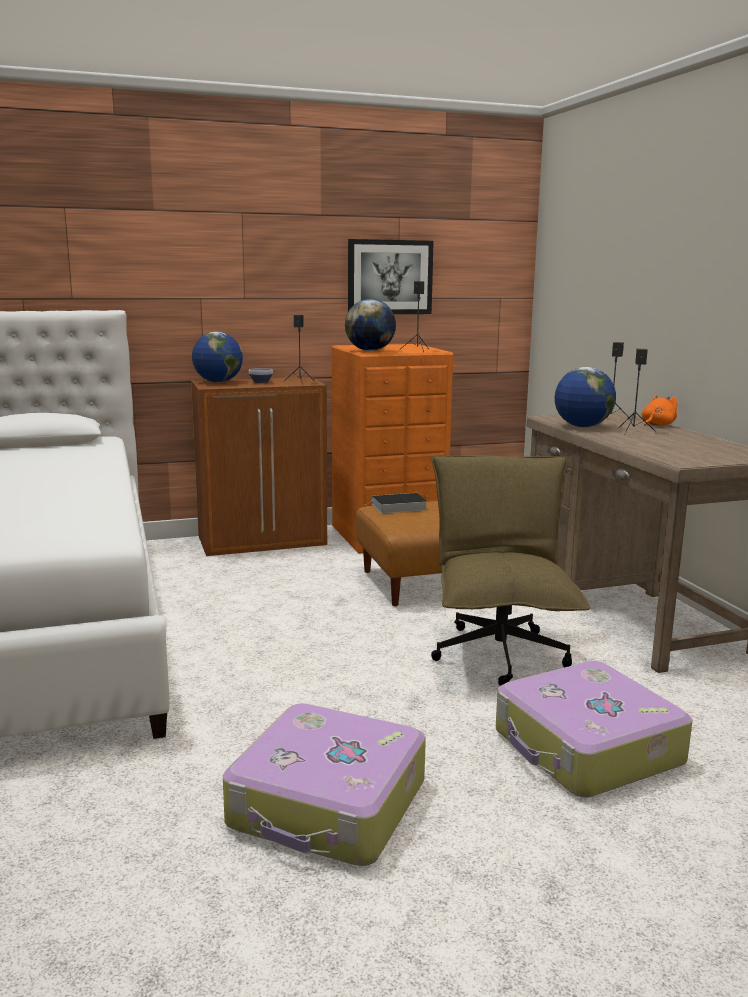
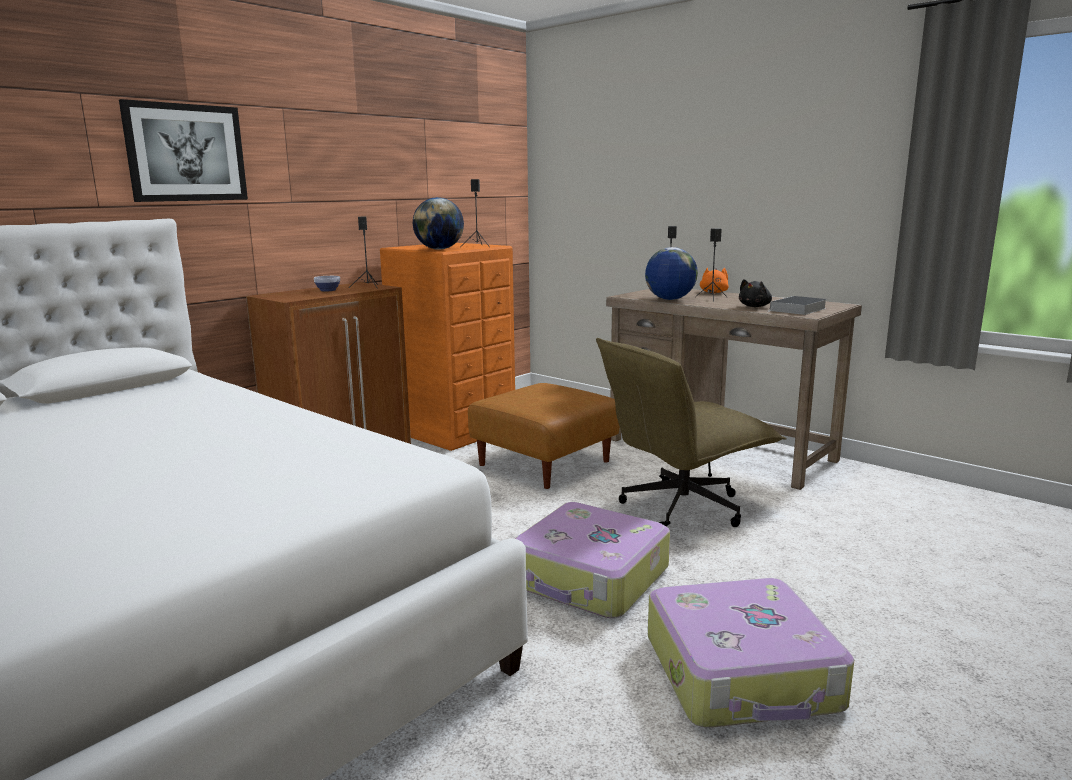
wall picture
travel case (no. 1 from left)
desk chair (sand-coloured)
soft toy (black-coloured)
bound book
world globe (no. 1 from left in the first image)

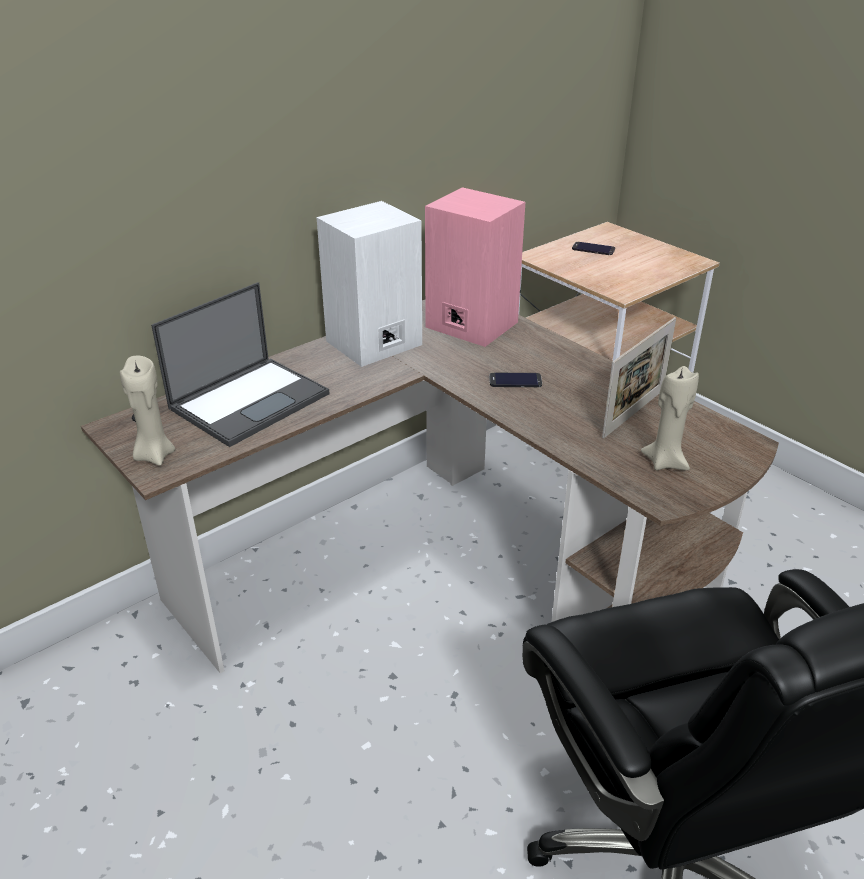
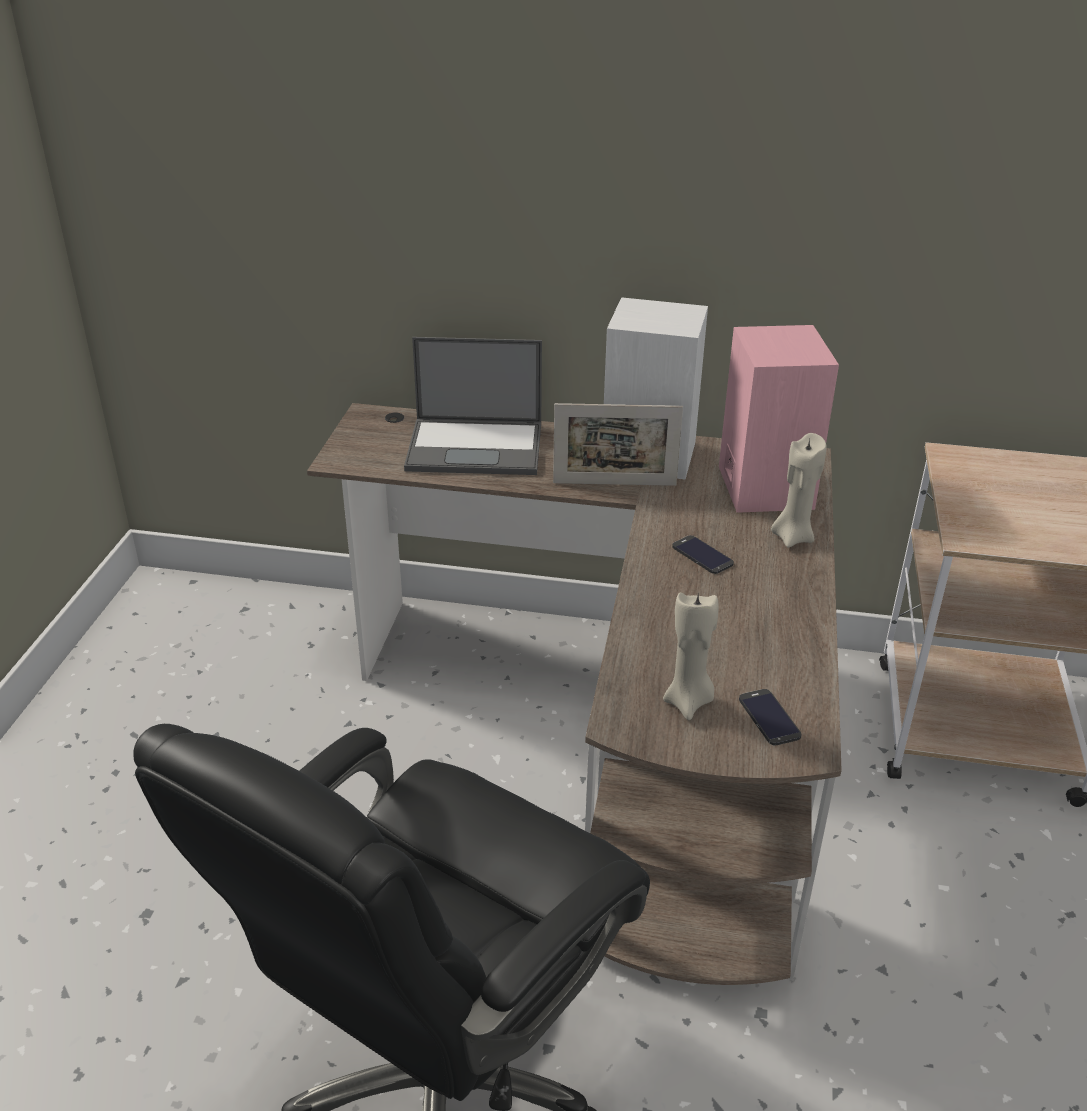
picture frame
handset (no. 2 from left)
wax candle (sand-coloured) (no. 2 from left)

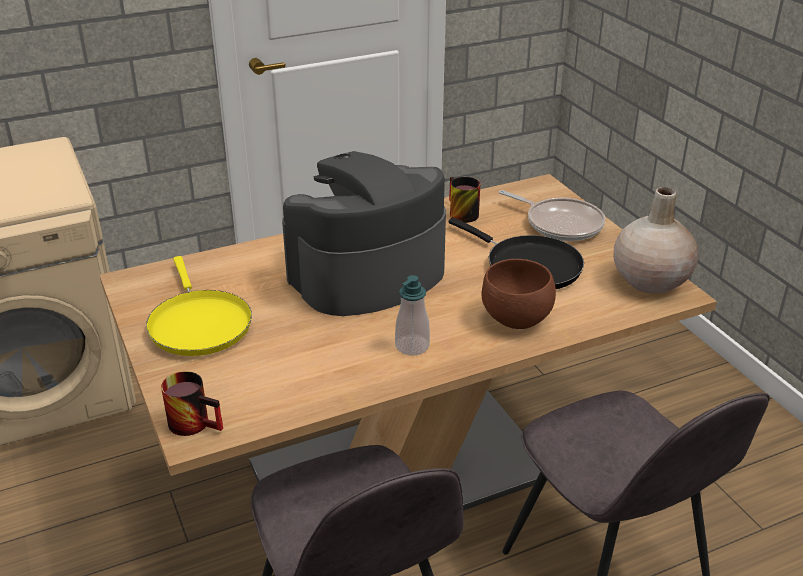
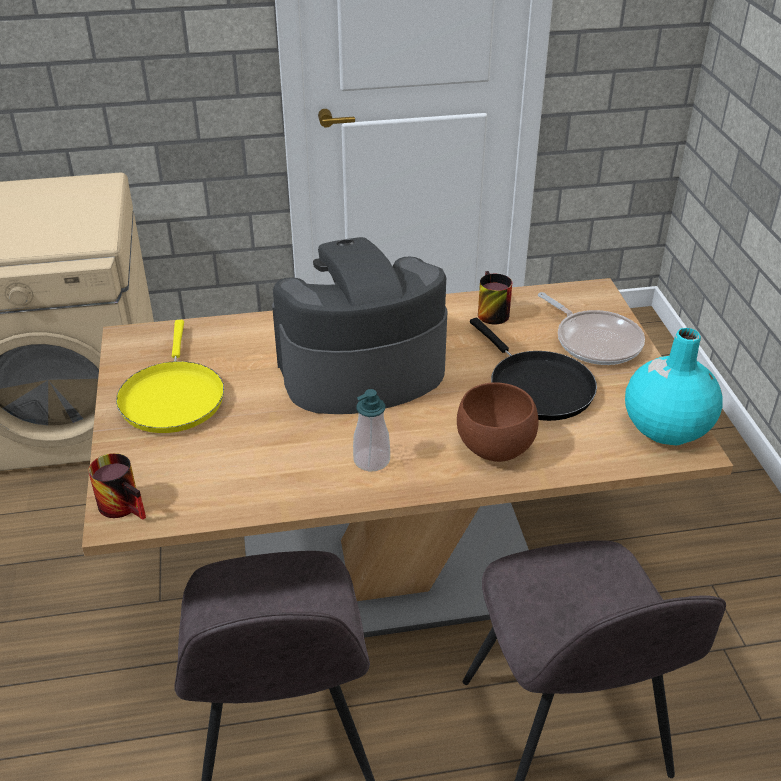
decorative vase (turquoise-coloured)

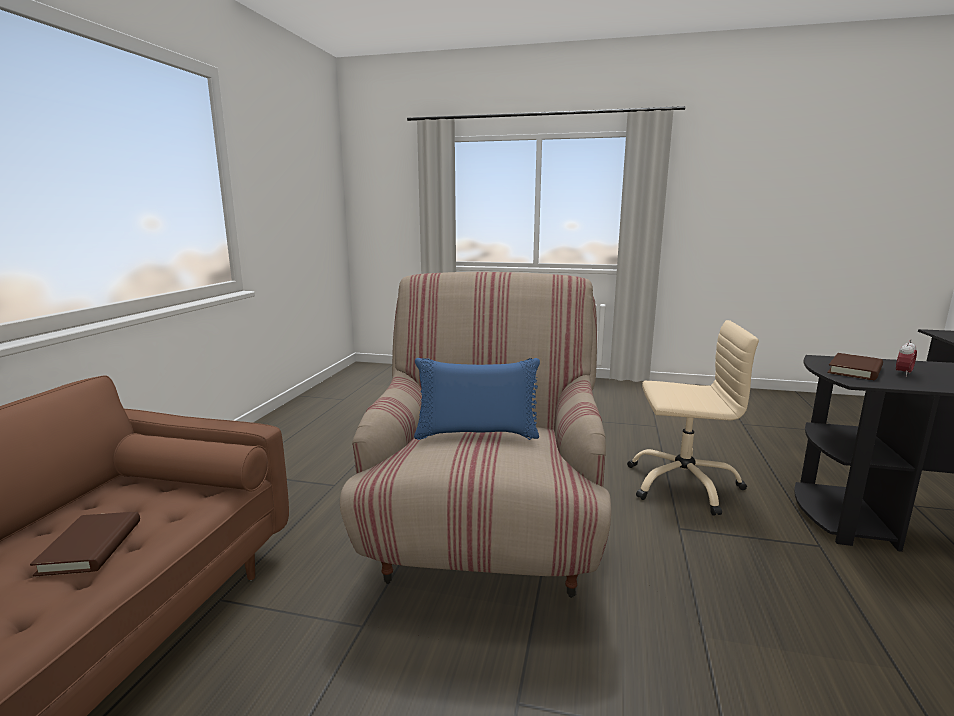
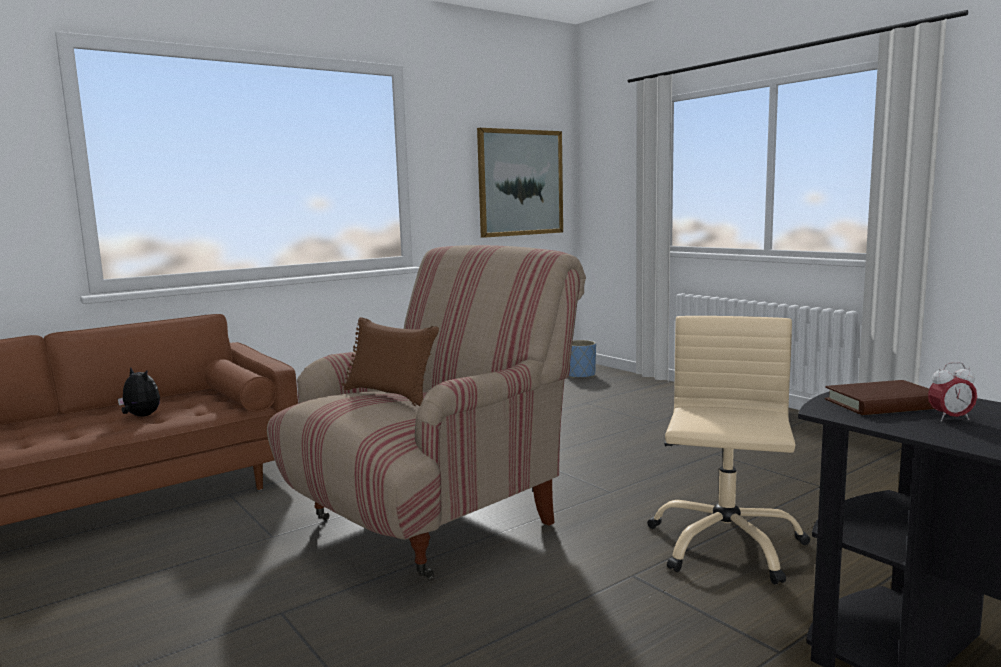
soft toy
pillow (brown-coloured)
wall picture
planter (blue)
desk chair (sand-coloured)

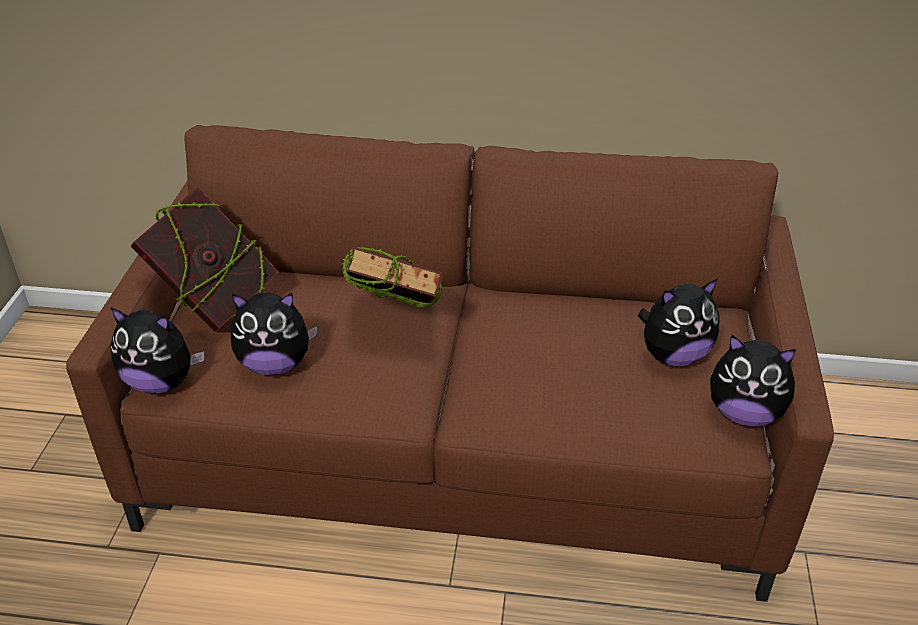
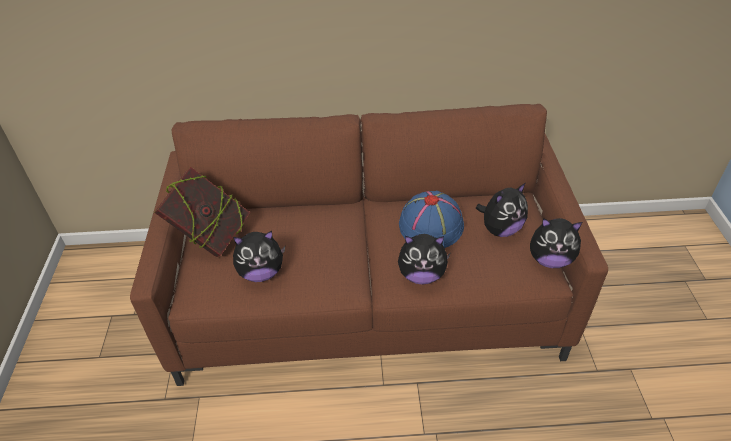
soft toy (no. 2 from left)
hat (blue)
bound book (no. 2 from left in the first image)

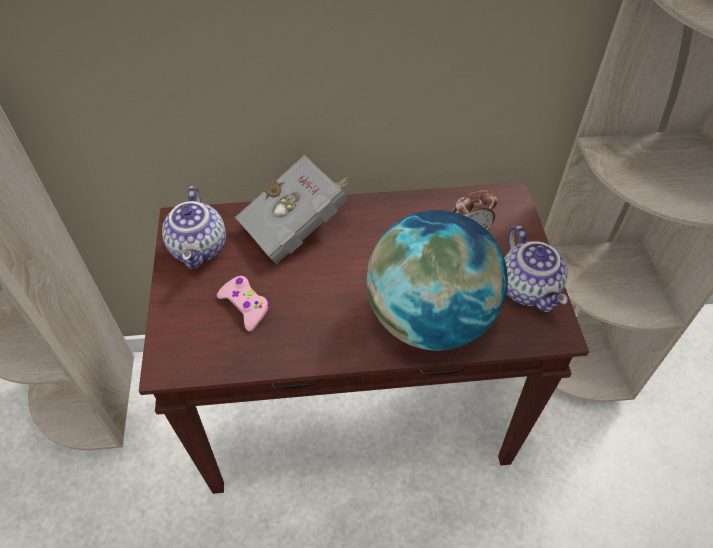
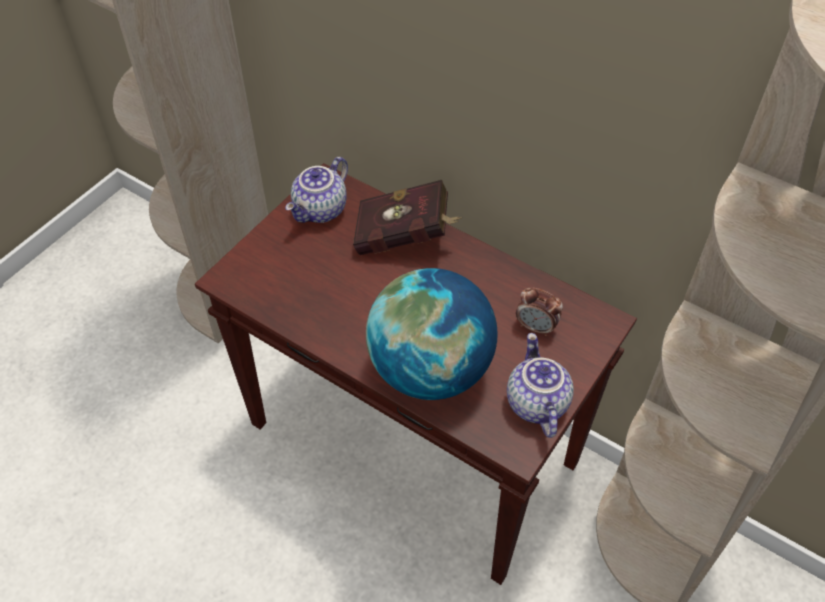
bound book (reddish)
tea pot (no. 2 from left)
joypad (pink-coloured)

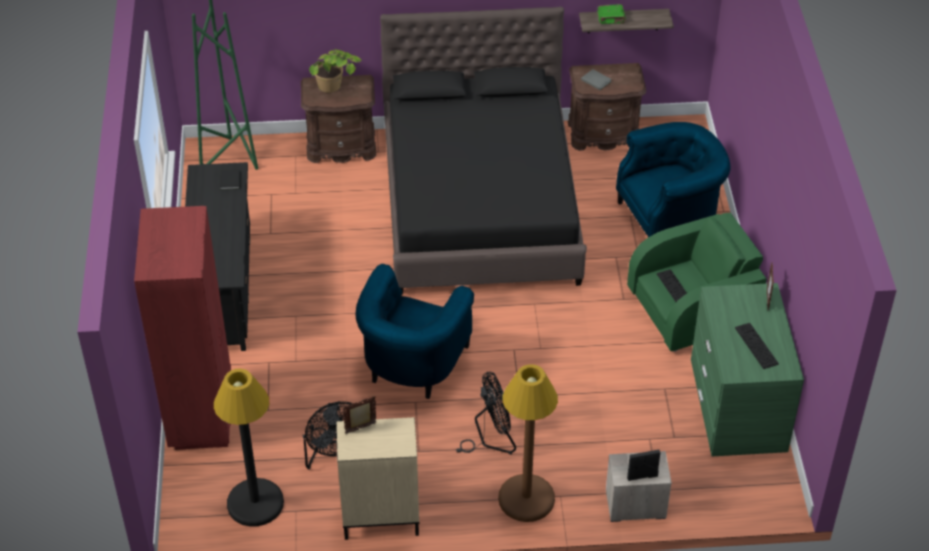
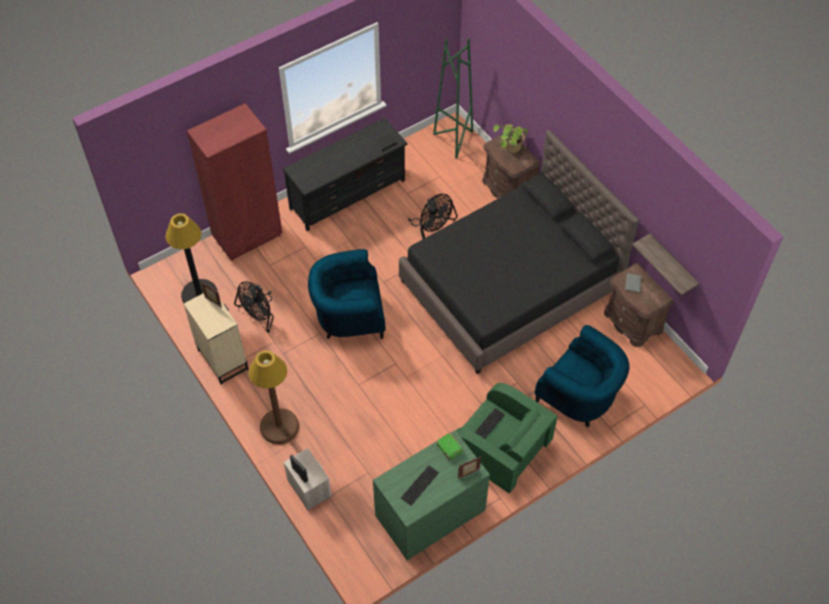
electric fan (black-coloured) (no. 2 from left)
bound book (green)

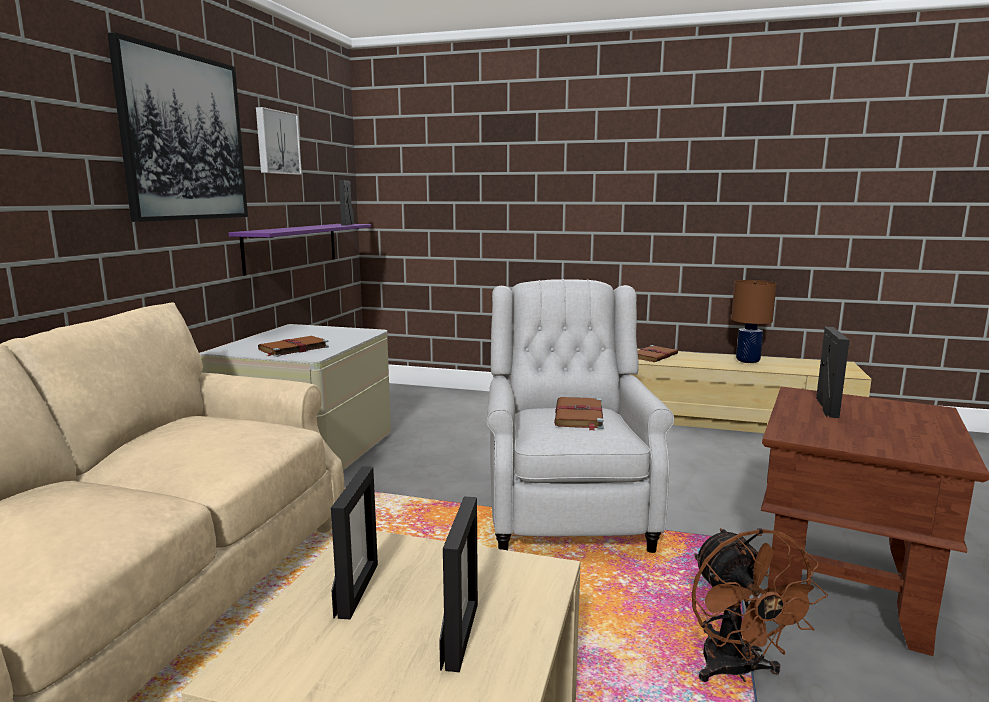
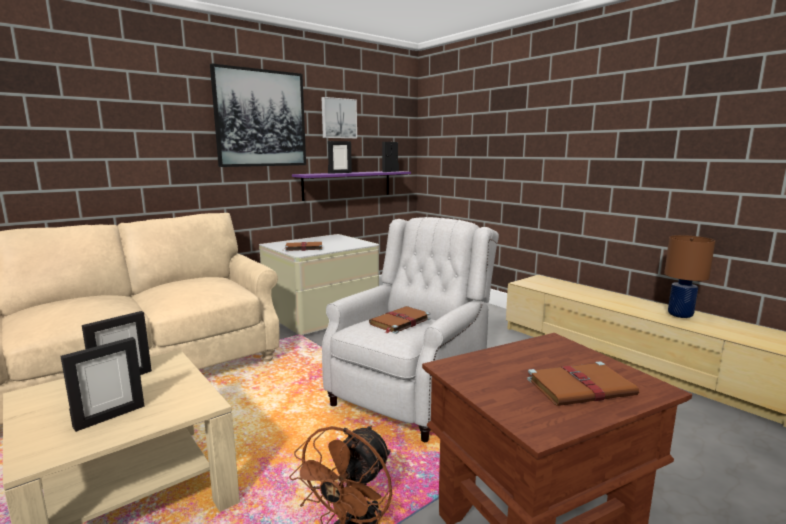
picture frame (no. 3 from left)
bound book (brown-coloured) (no. 3 from left)

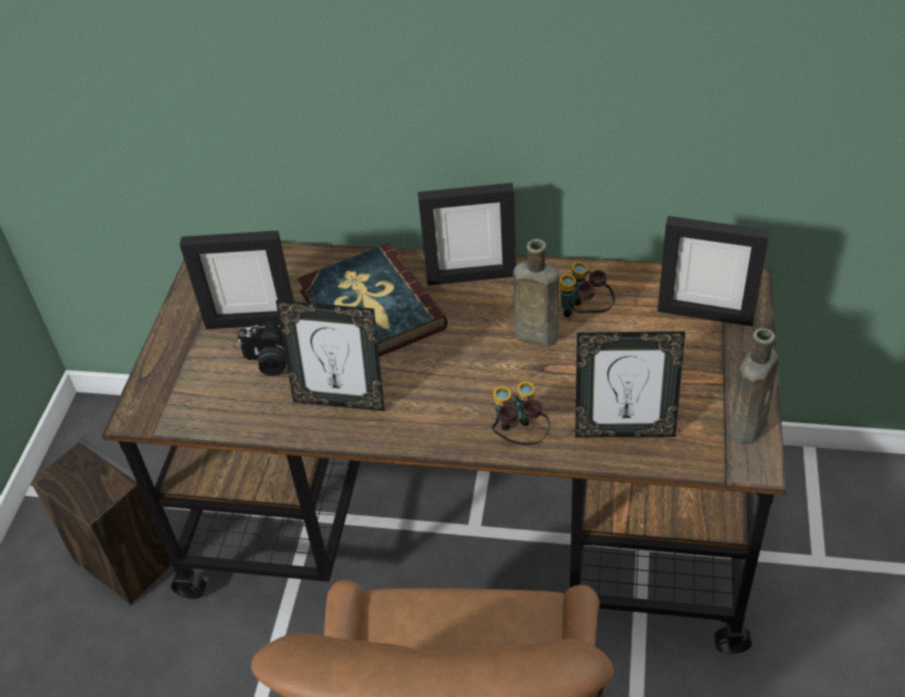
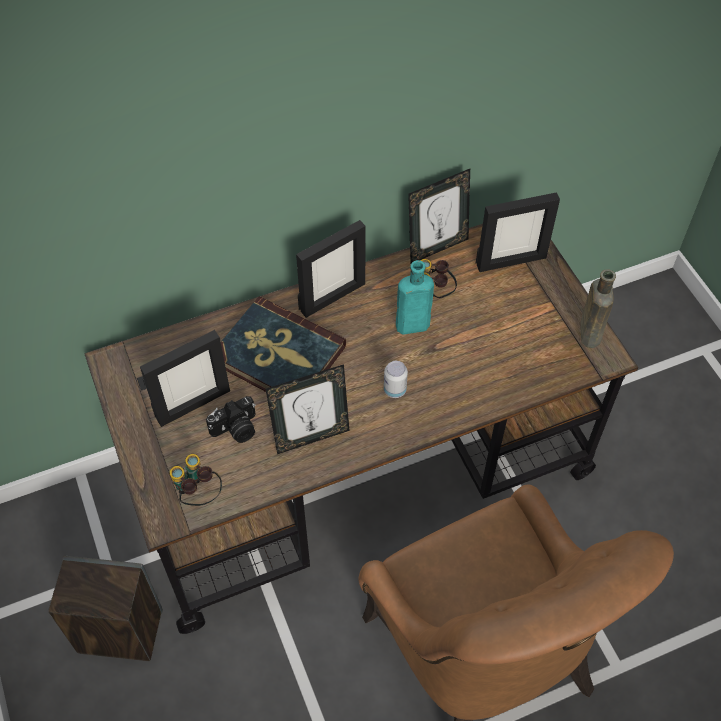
binoculars (no. 1 from left)
sealed can
beverage bottle (turquoise-coloured)
picture frame (no. 4 from left)

